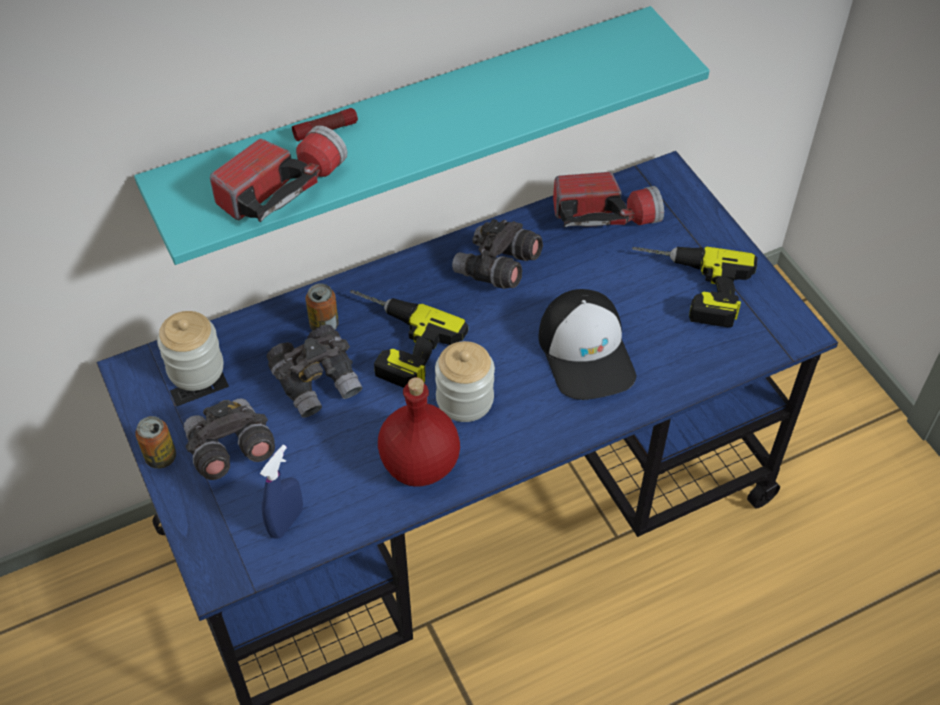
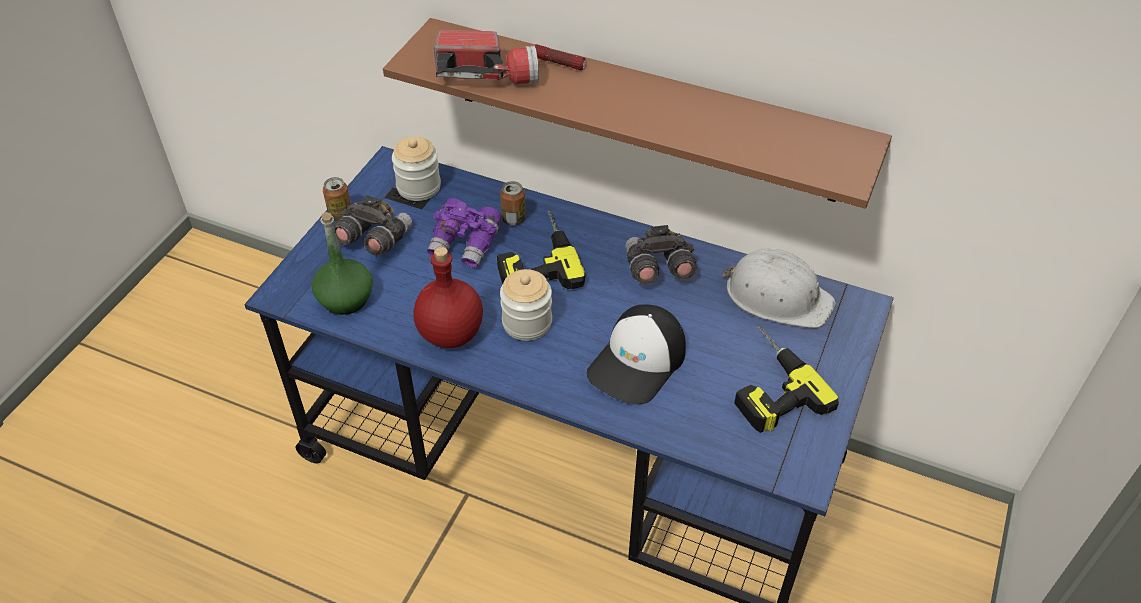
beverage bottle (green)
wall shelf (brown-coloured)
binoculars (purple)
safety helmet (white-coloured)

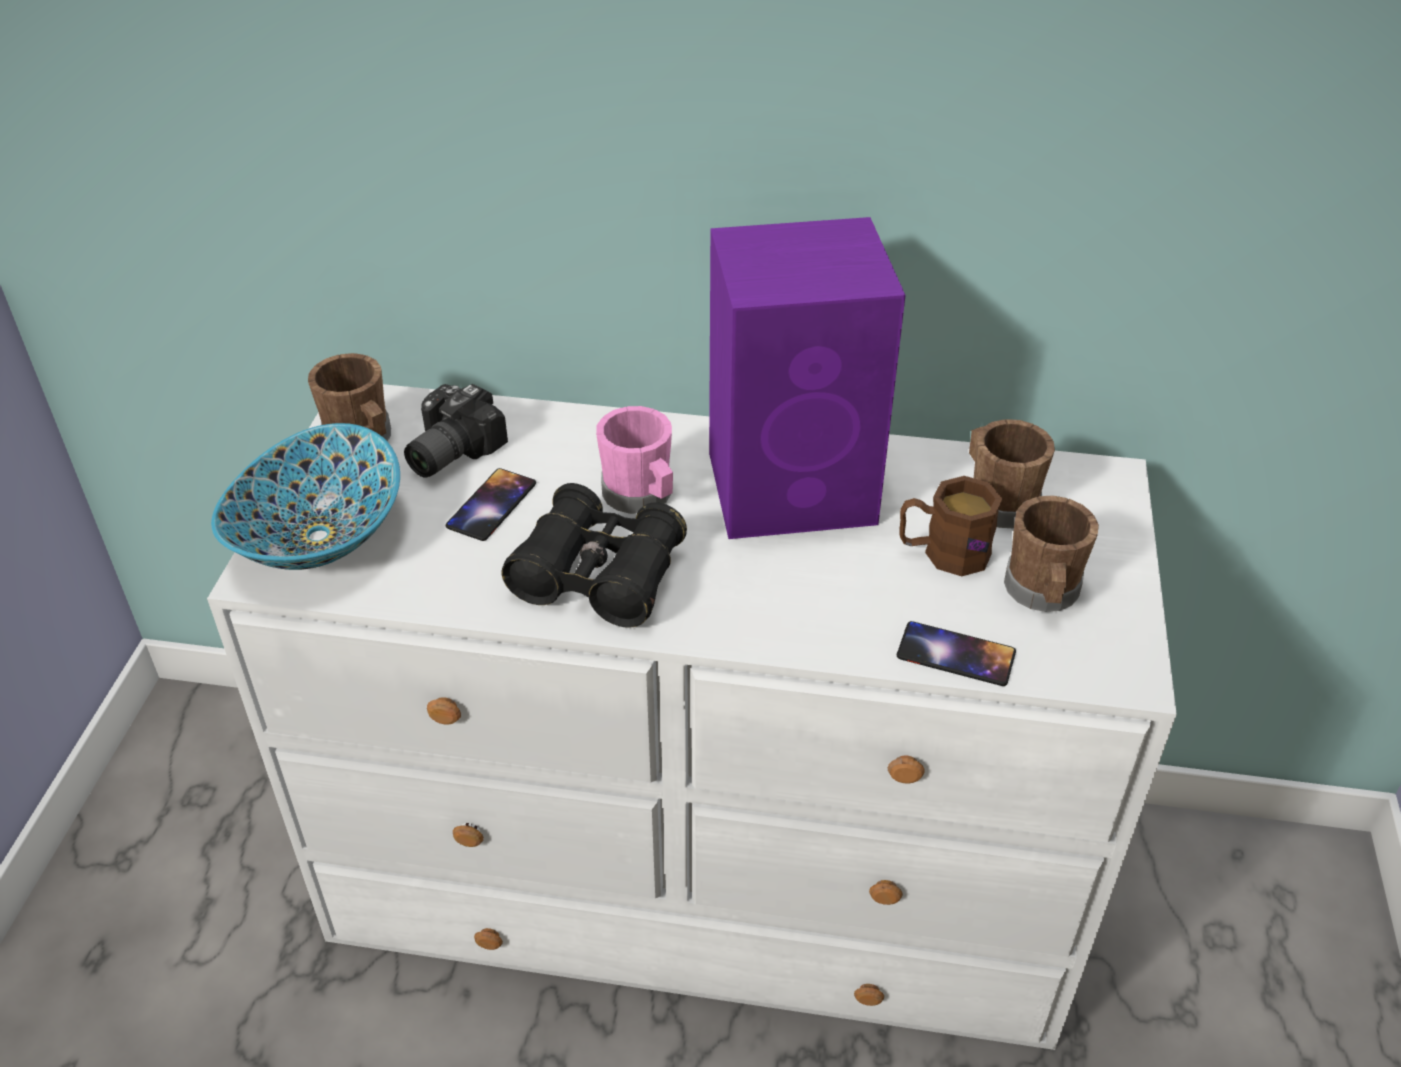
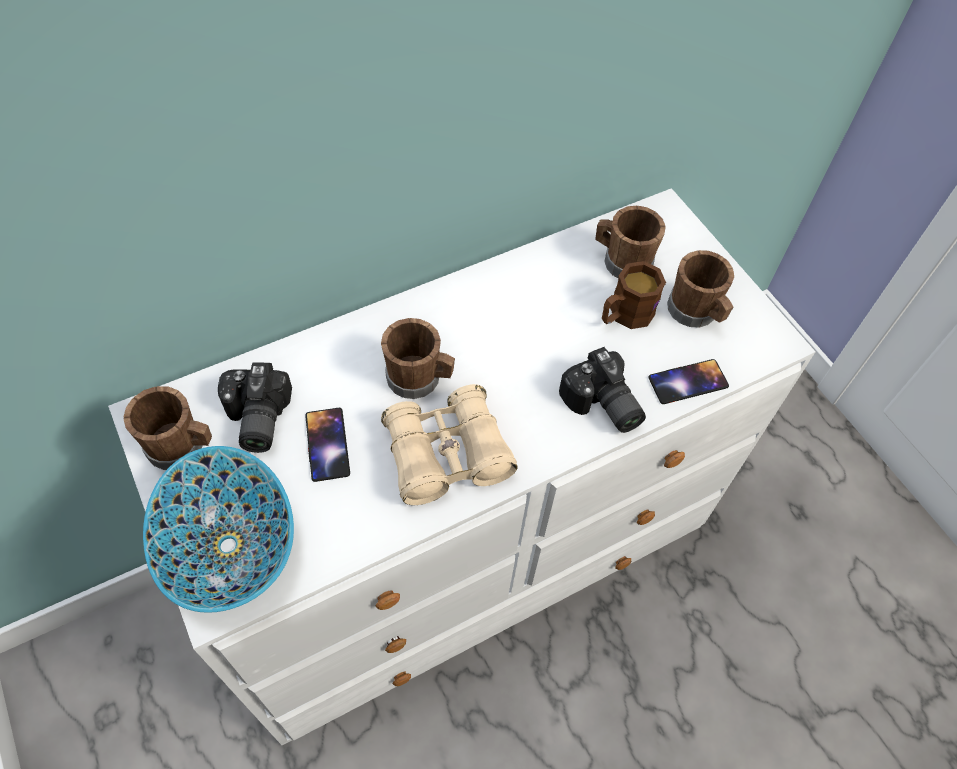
coffee mug (brown-coloured) (no. 2 from left)
binoculars (sand-coloured)
still camera (no. 2 from left)
loudspeaker (purple)

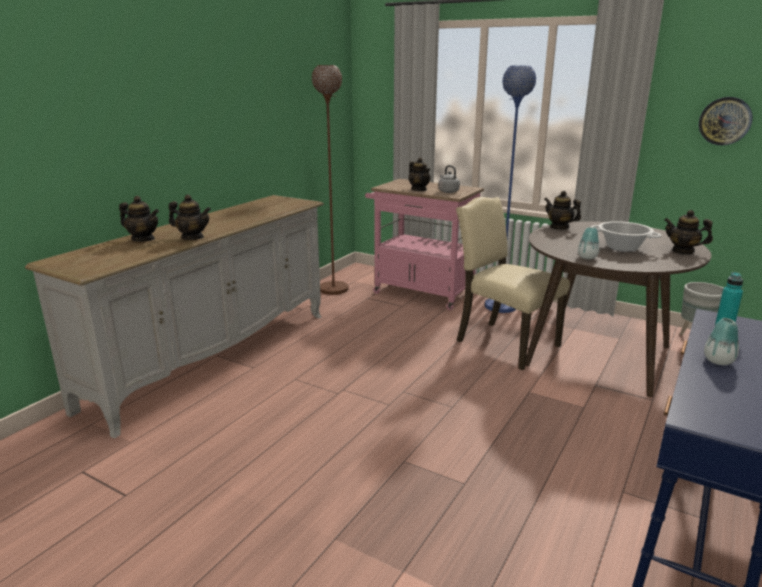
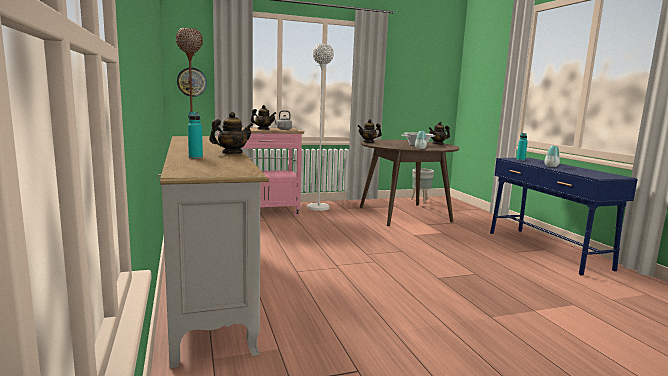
clock on the wall
beverage bottle (turquoise-coloured) (no. 1 from left)
standing lamp (white-coloured)
chair (sand-coloured)

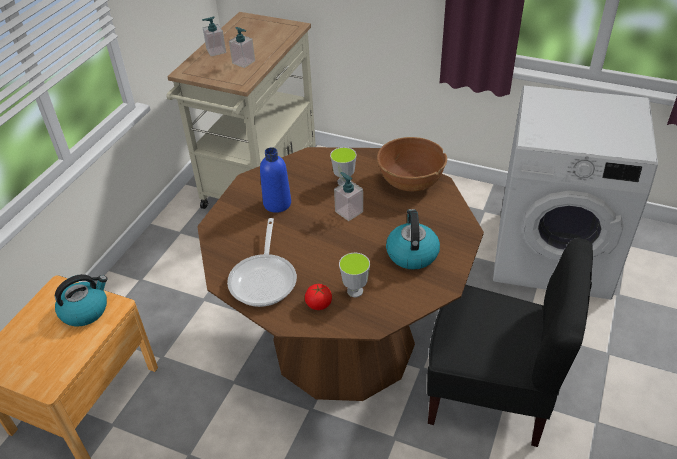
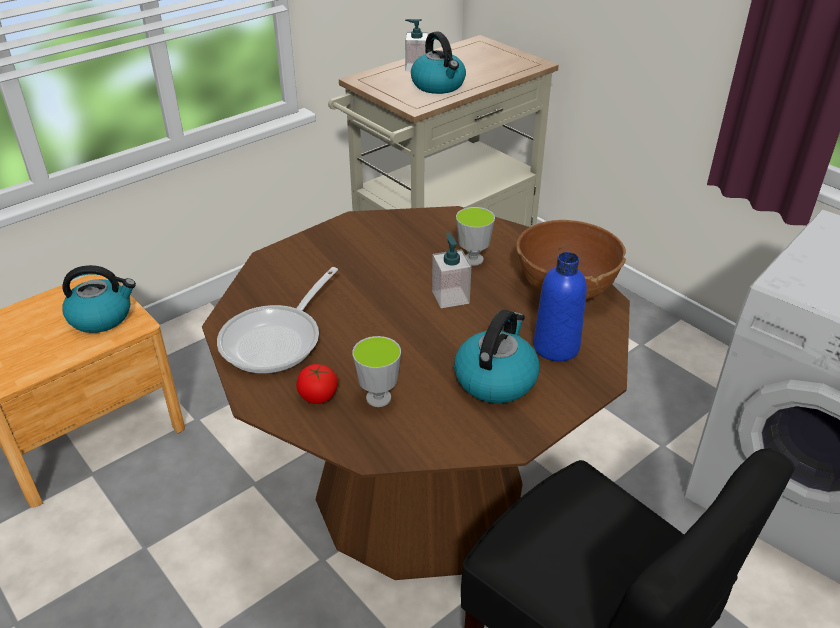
tea kettle (no. 2 from left)
beverage bottle (blue)

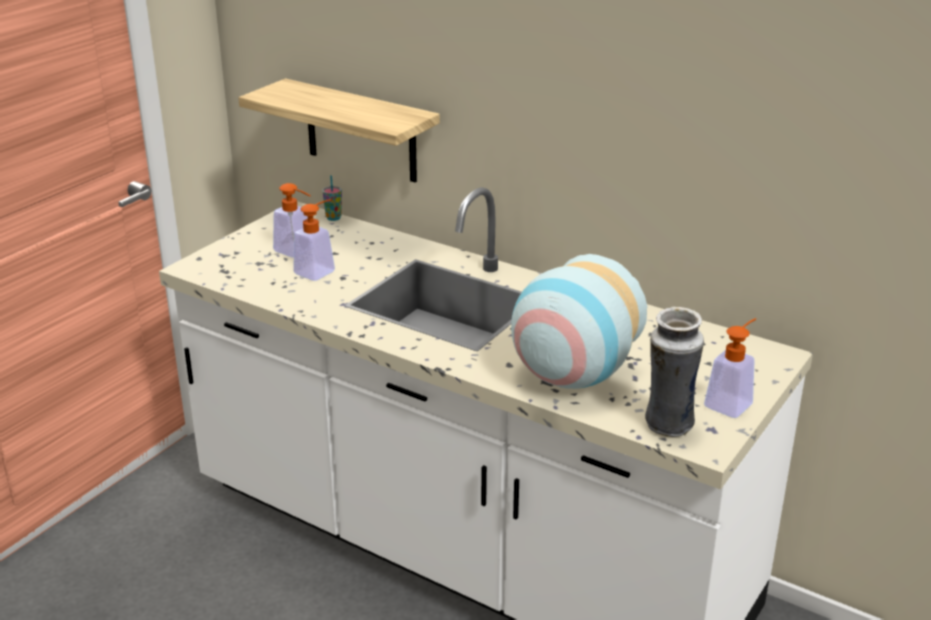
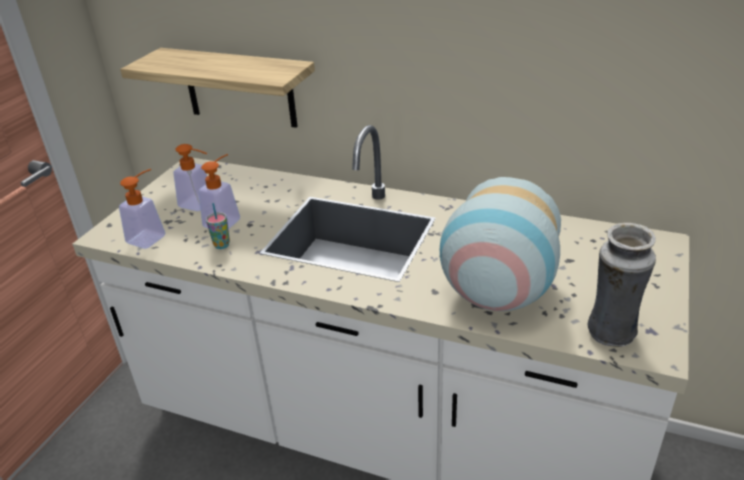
liquid soap bottle (no. 1 from left)
drinking cup

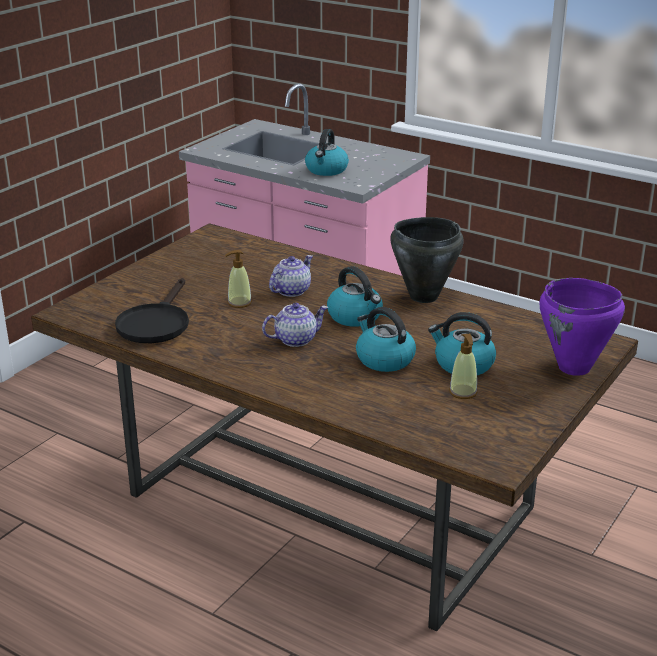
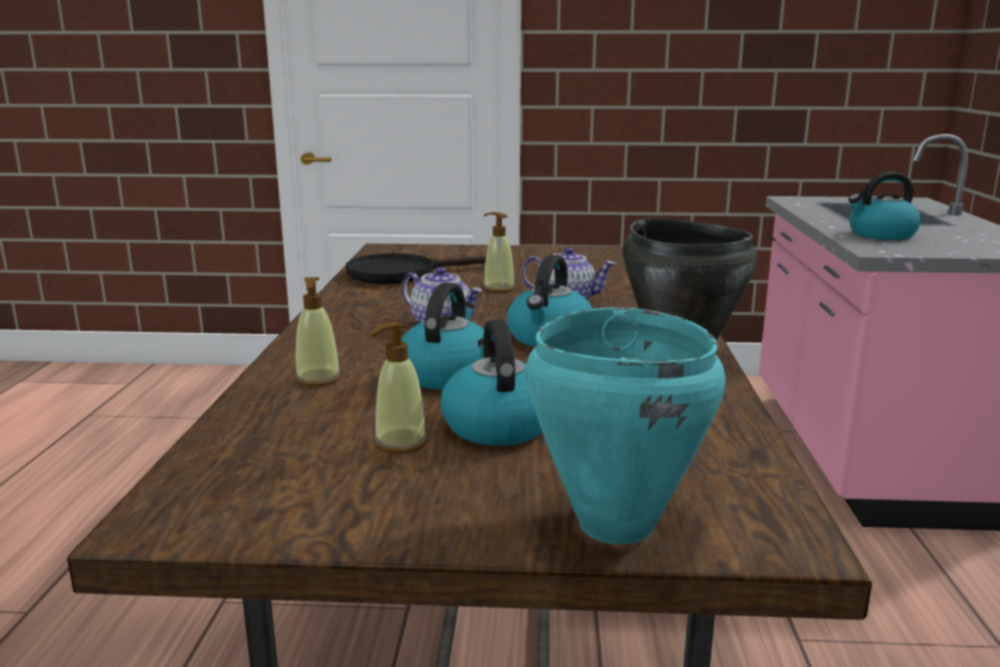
liquid soap bottle (no. 1 from left)
cooking pot (turquoise-coloured)

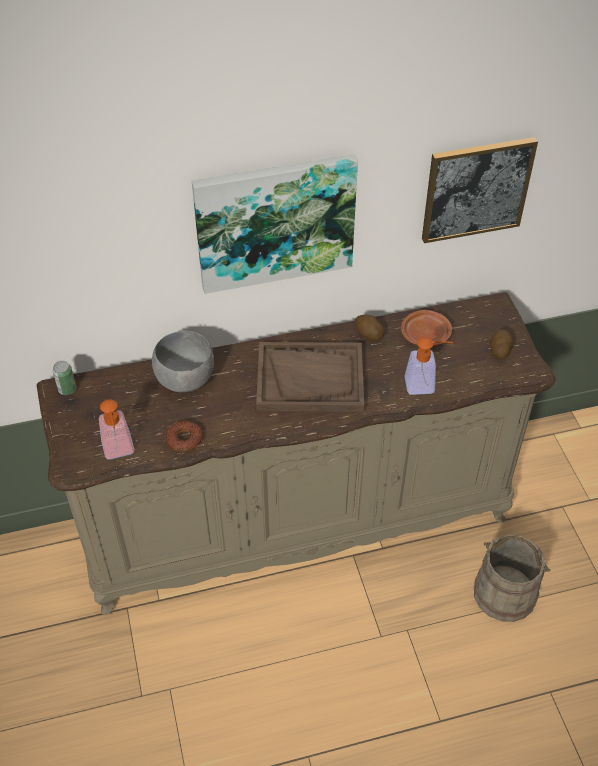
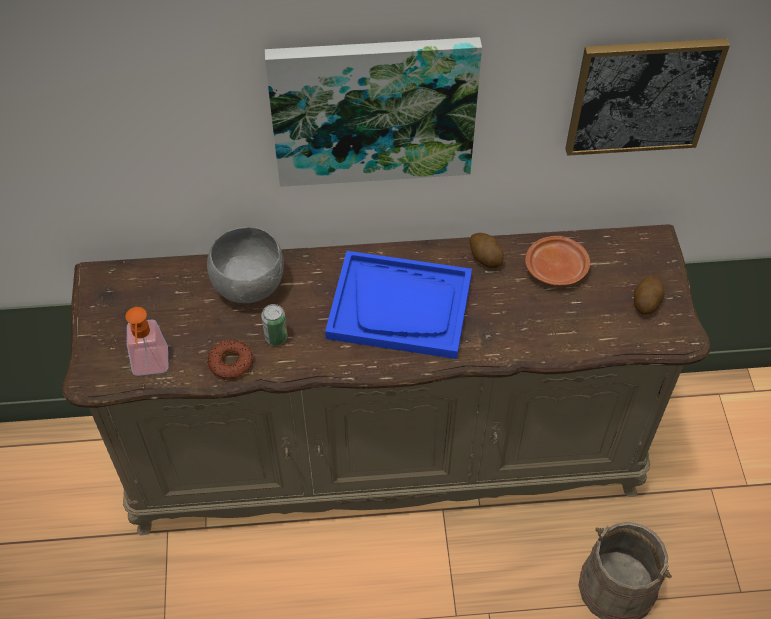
sealed can
tray (blue)
liquid soap bottle (no. 2 from left in the first image)

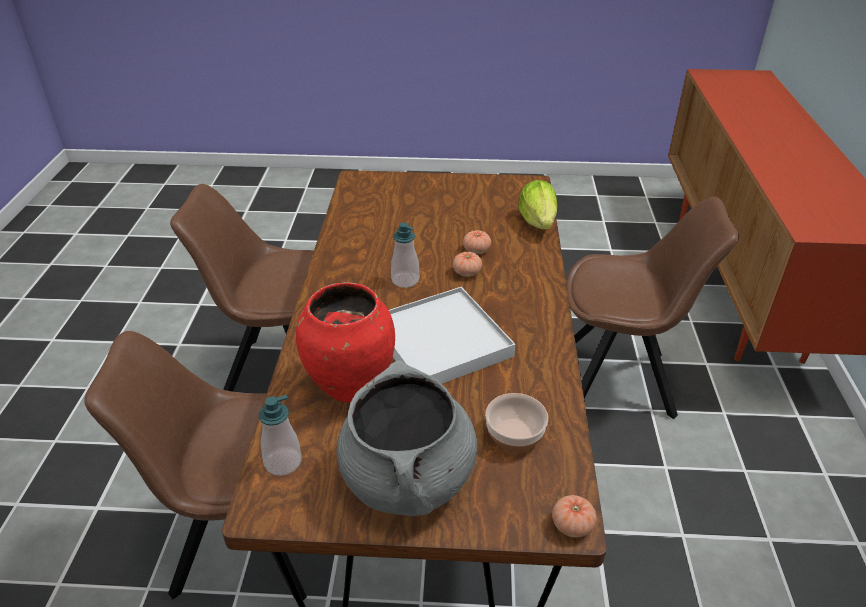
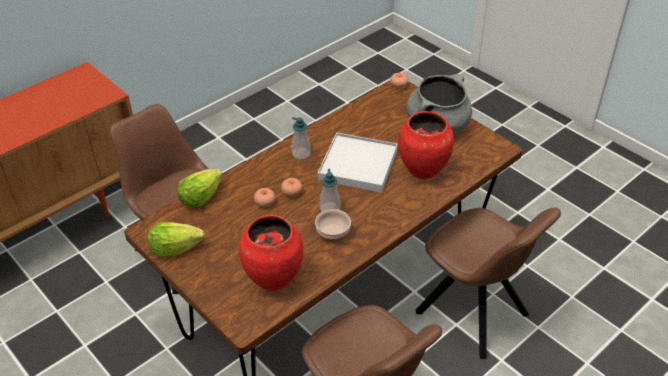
head of lettuce (no. 1 from left)
decorative vase (reddish) (no. 1 from left)
liquid soap bottle (no. 1 from left)
deep dish

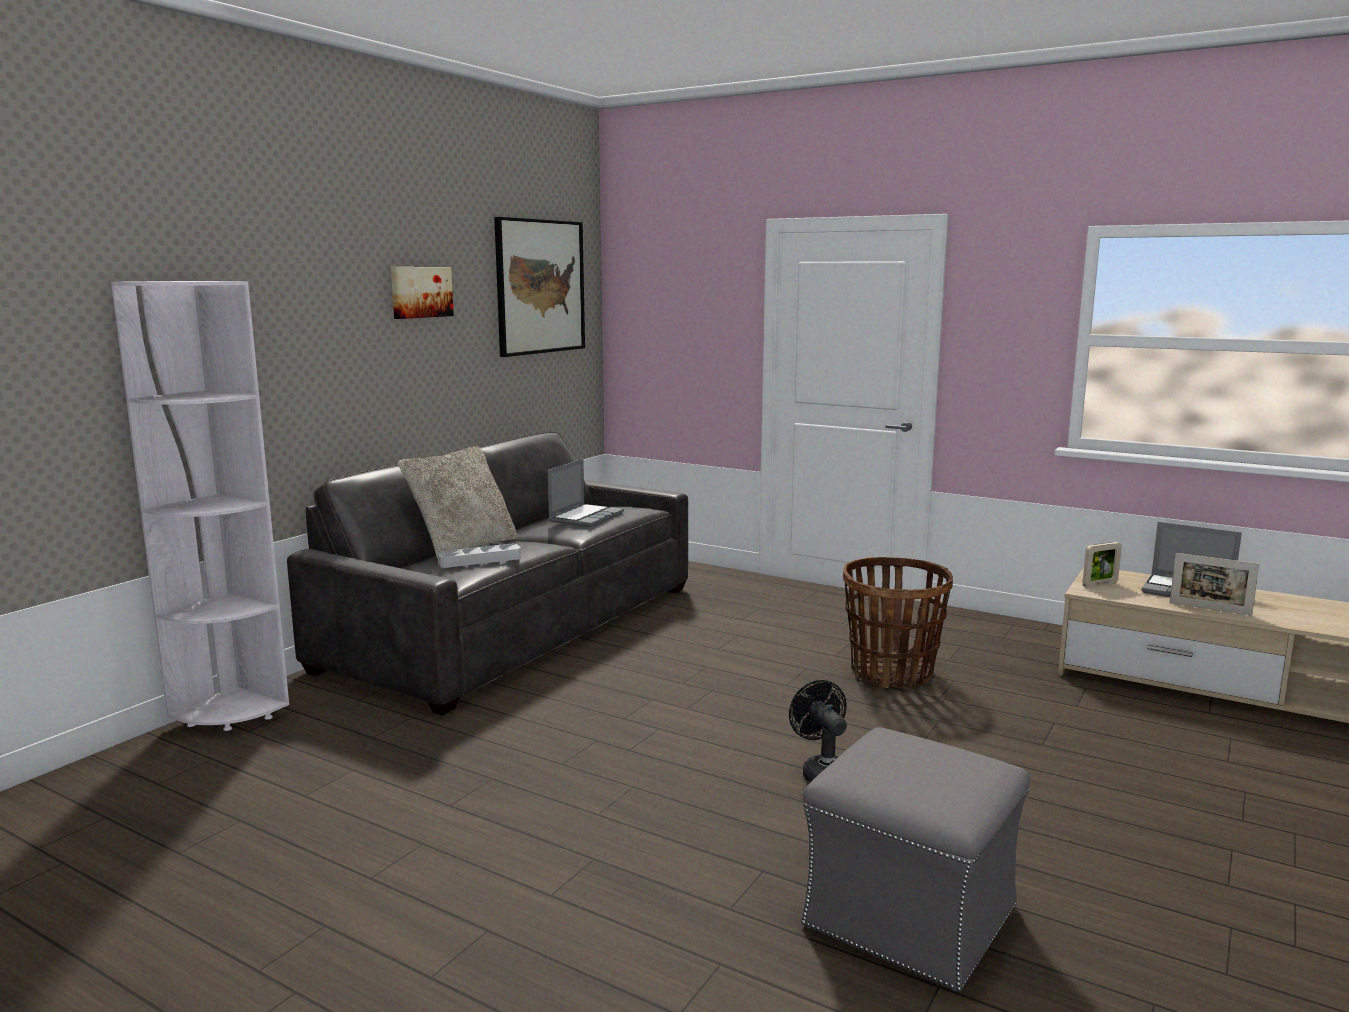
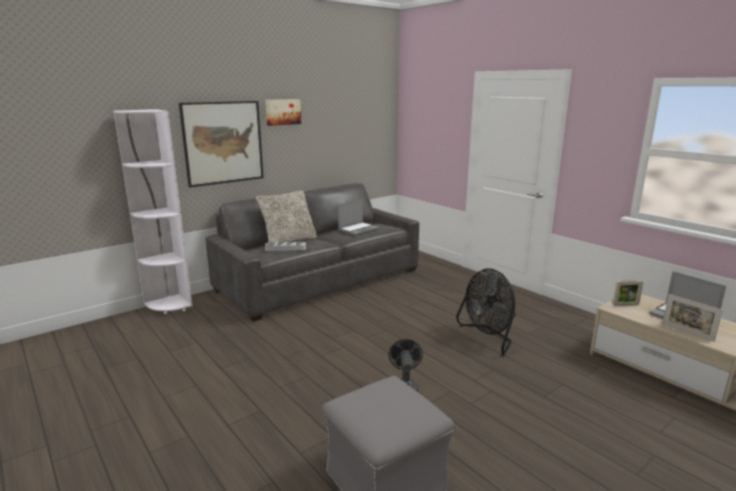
wall picture (no. 1 from left)
electric fan (black-coloured) (no. 2 from left)

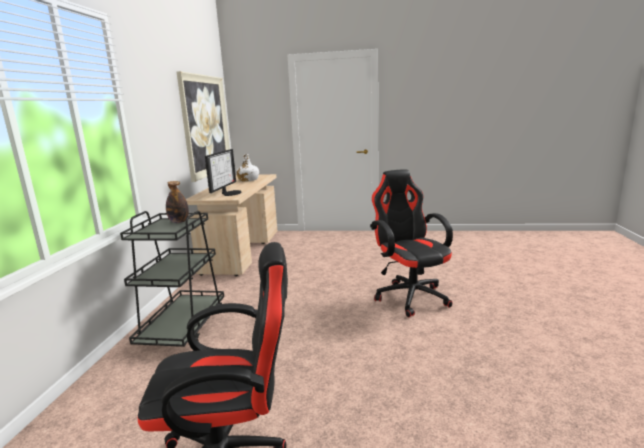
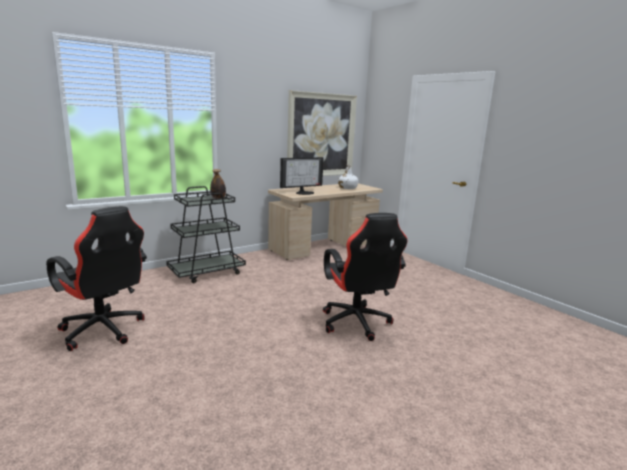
desk chair (black-coloured) (no. 2 from left)

